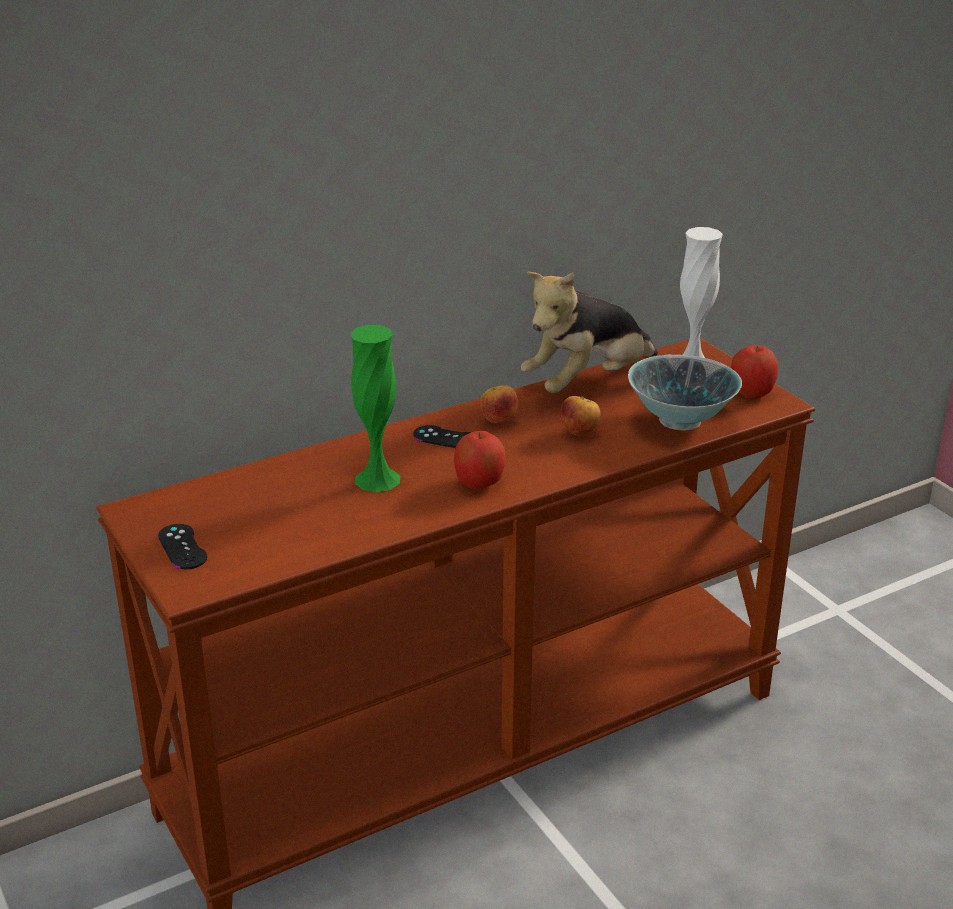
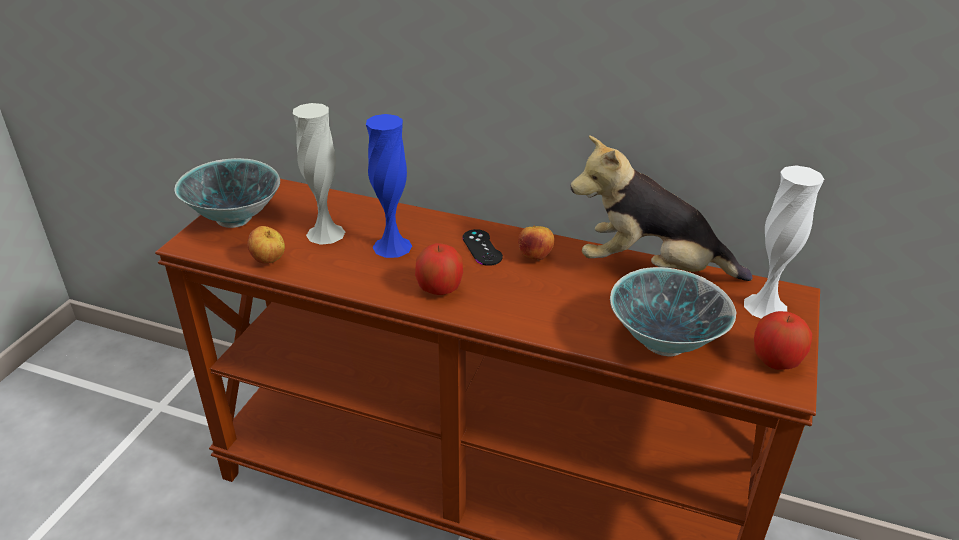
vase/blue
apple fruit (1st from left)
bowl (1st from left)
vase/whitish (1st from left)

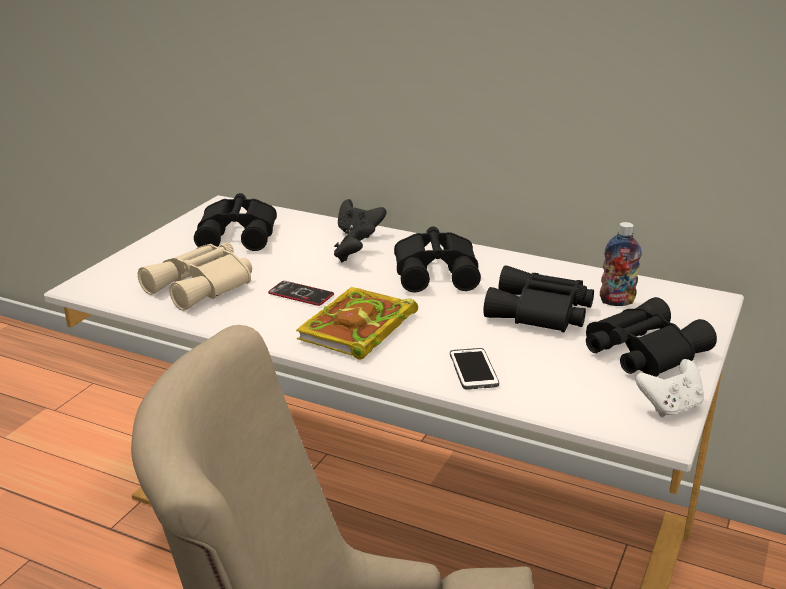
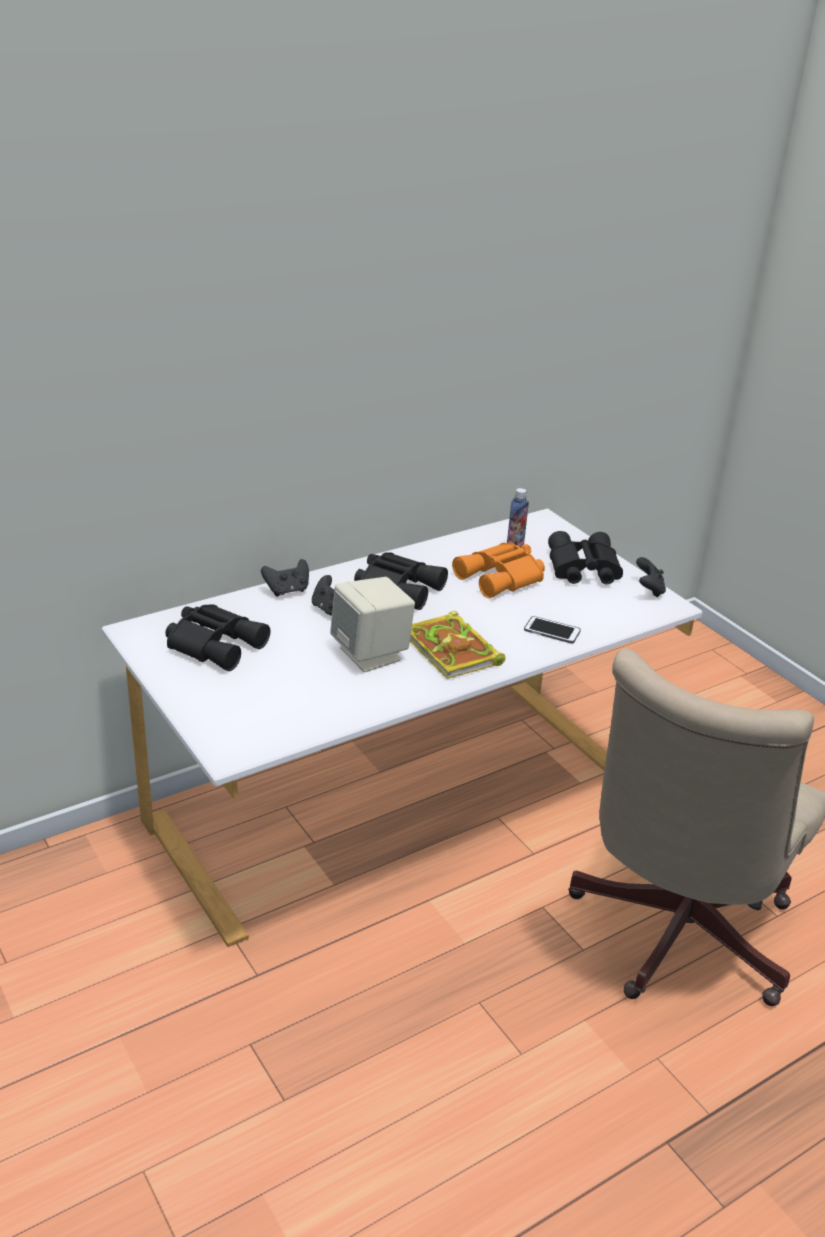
pair of binoculars/sand-coloured
pair of binoculars/orangey
audio speaker/sand-coloured
joypad/black (3rd from left)

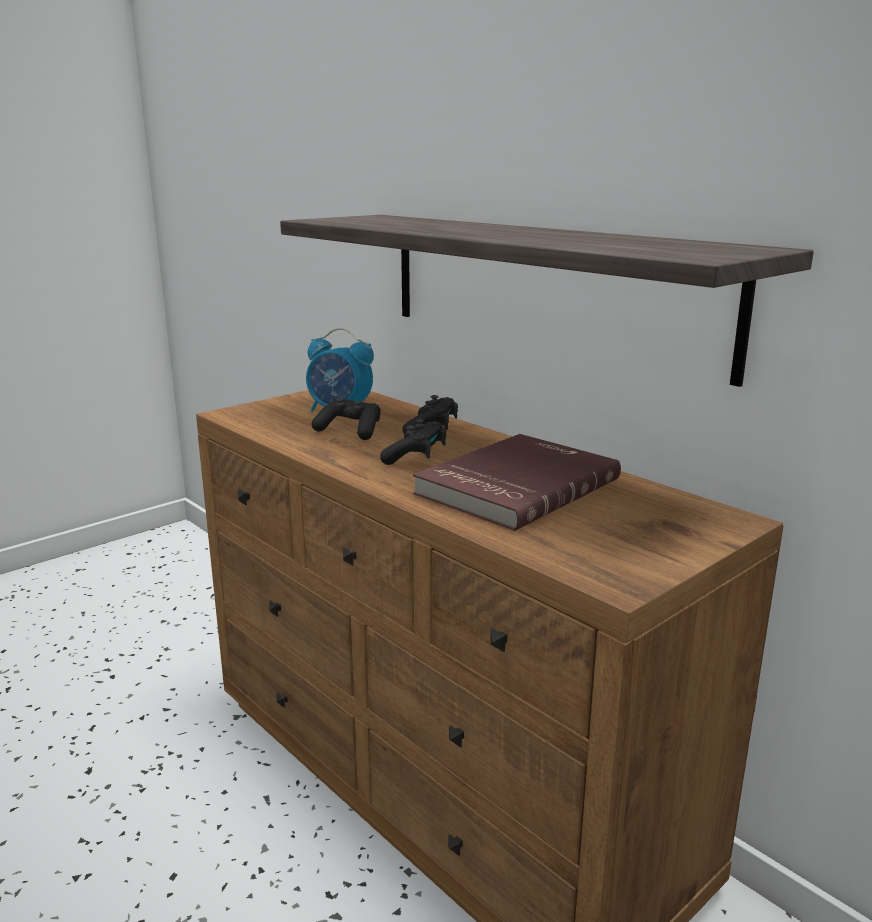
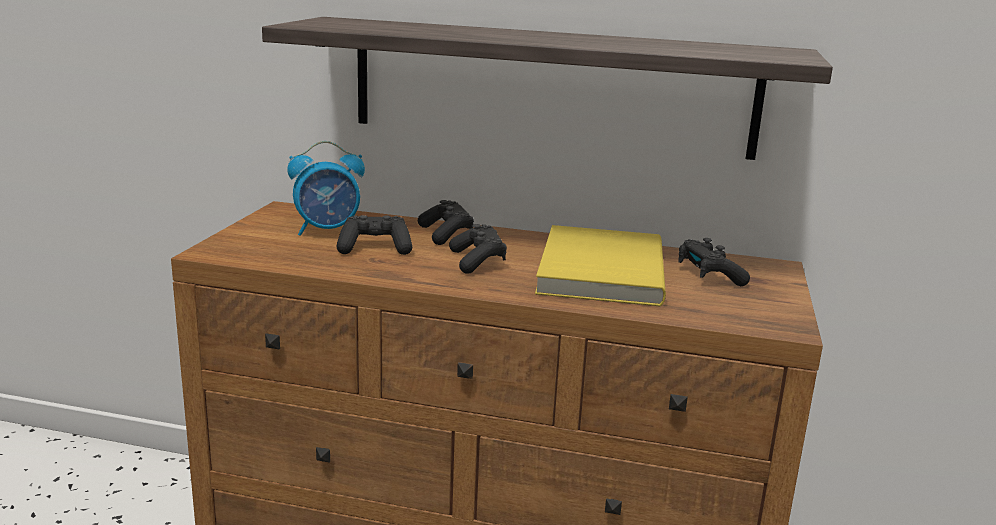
bound book/yellowish
joypad/black (4th from left)

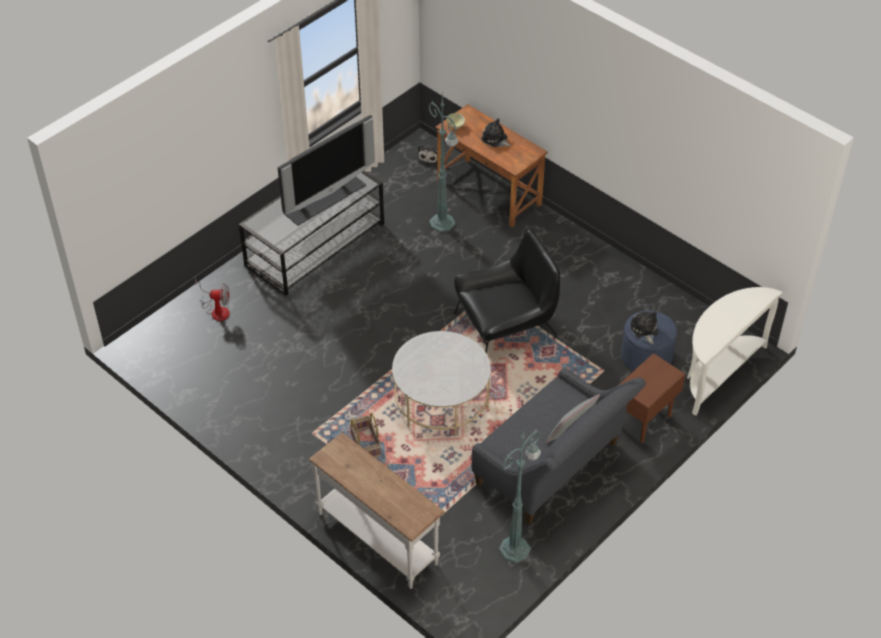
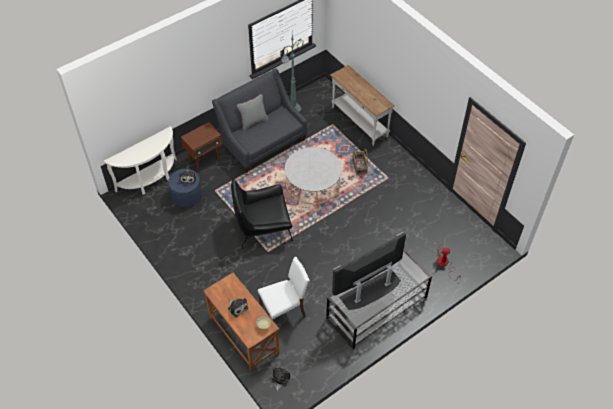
chair/whitish

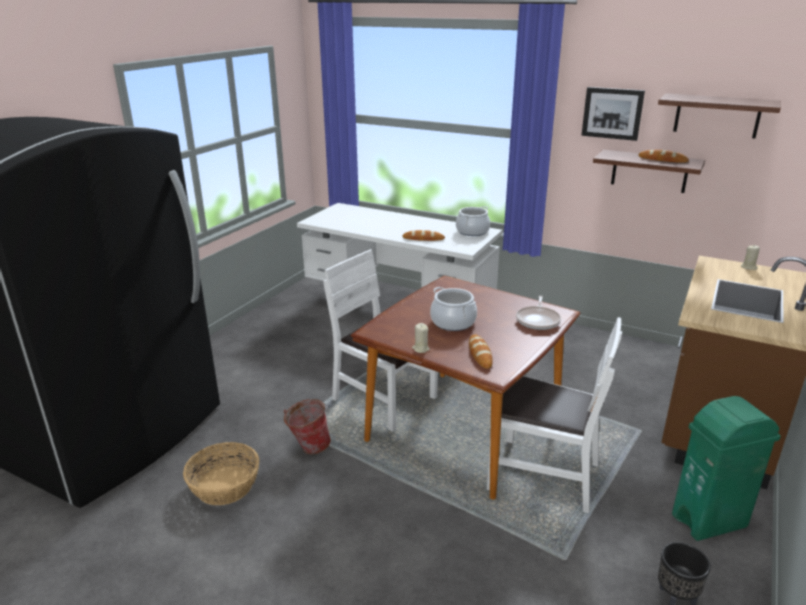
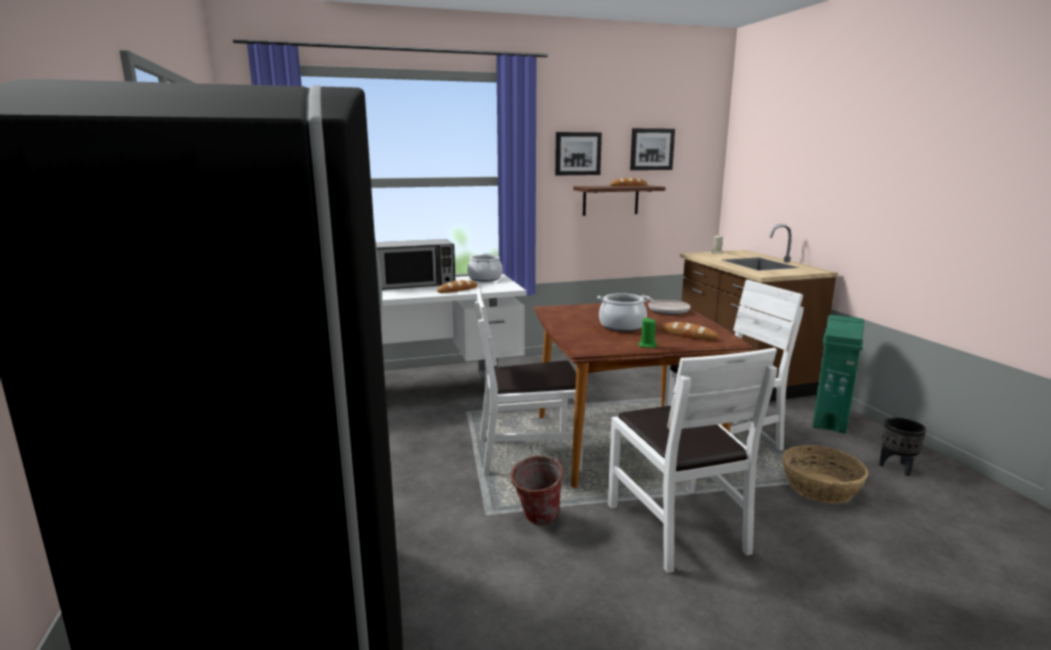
wall picture (2nd from left)
candle/greenish
household basket
kitchen microwave
chair/whitish (2nd from left)

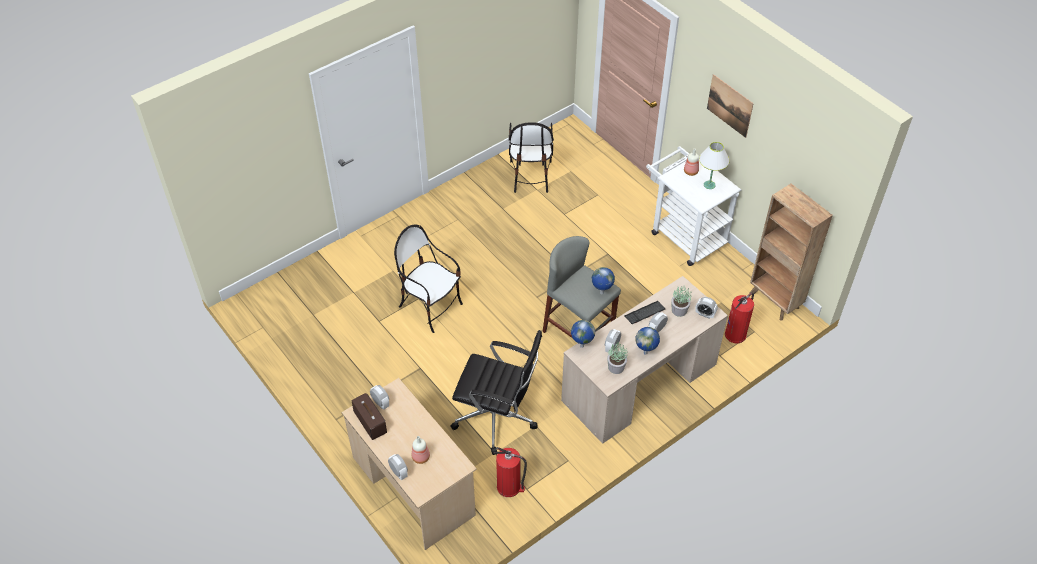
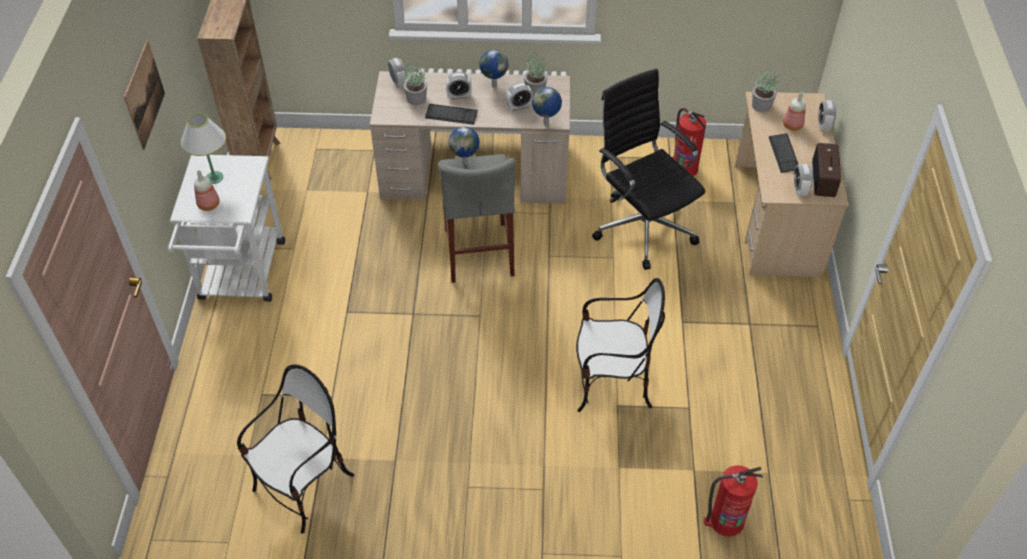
chair (2nd from left)
extinguisher (2nd from left)
plant in a pot (3rd from left)
PC keyboard (2nd from left)

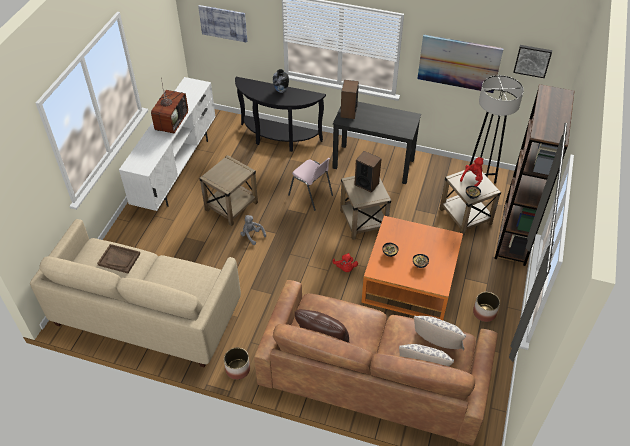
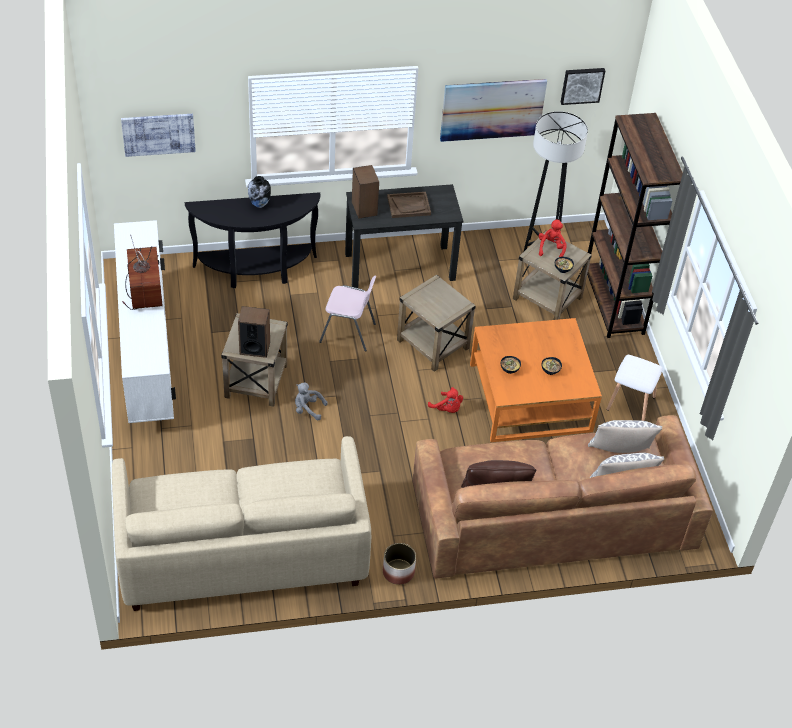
audio speaker (1st from left)
serving tray/brown
sitting stool/whitish

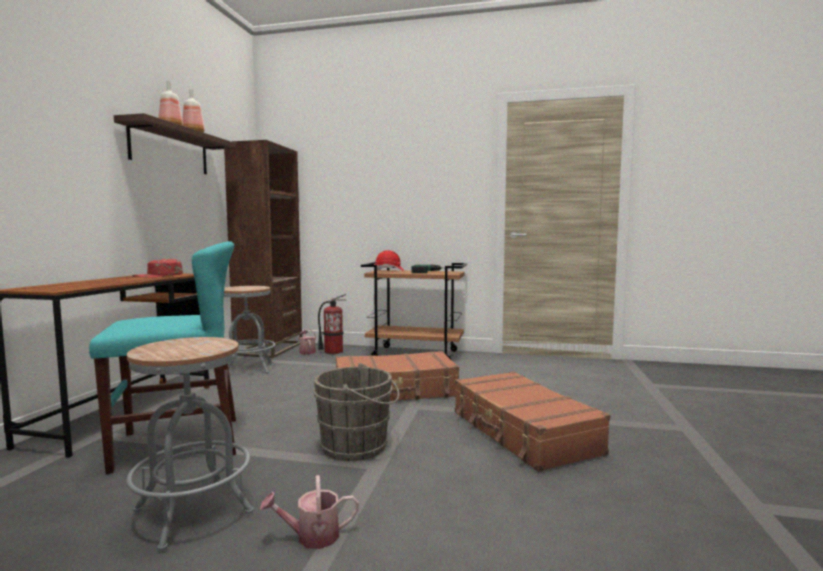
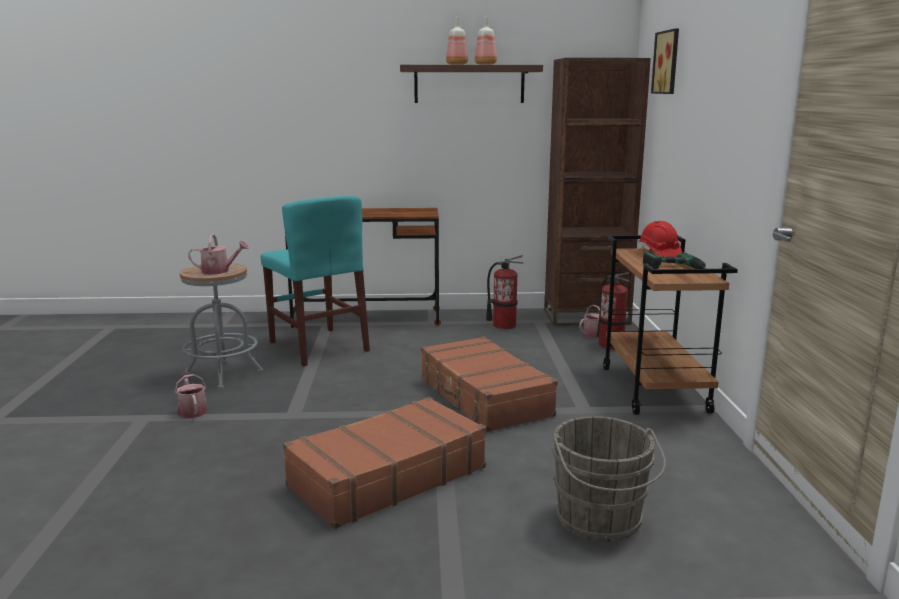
cap/red-coloured
extinguisher (1st from left)
bucket/greyish
wall picture
watering can (2nd from left)

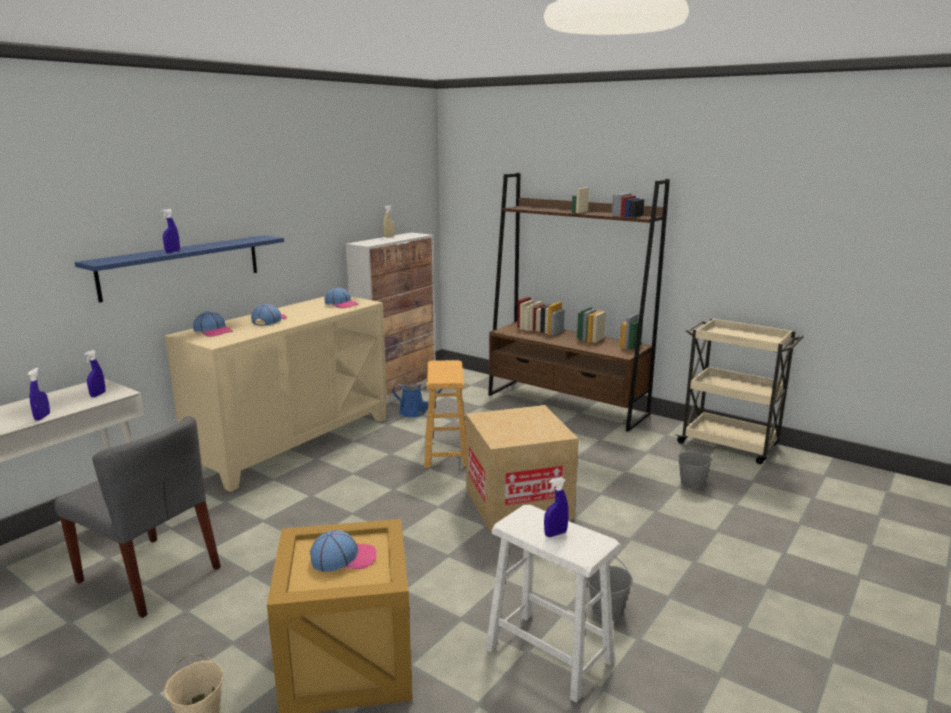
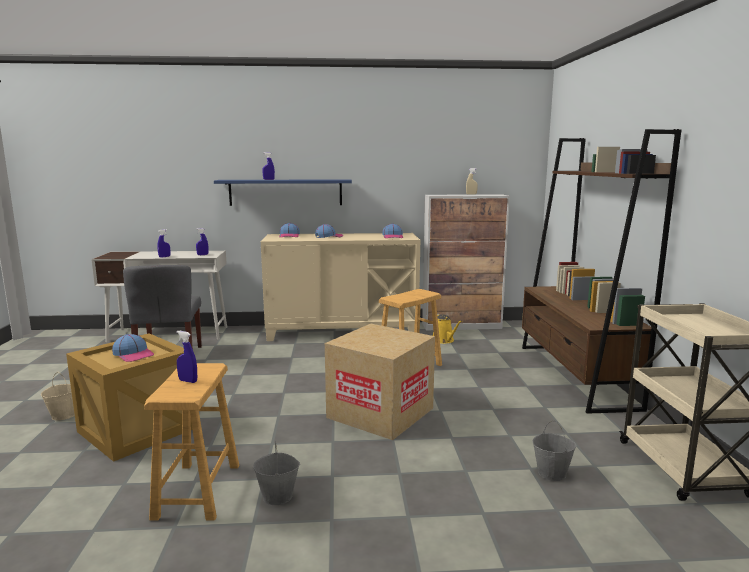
watering can/yellowish
sitting stool/brown (1st from left)

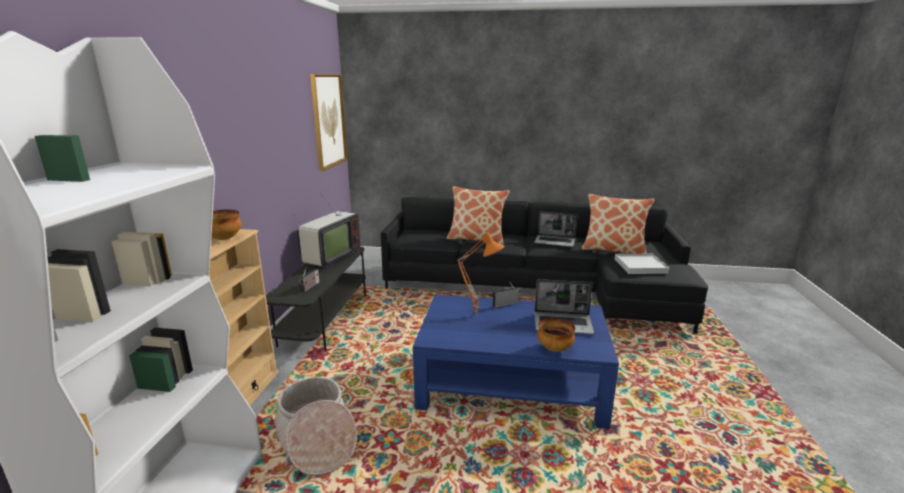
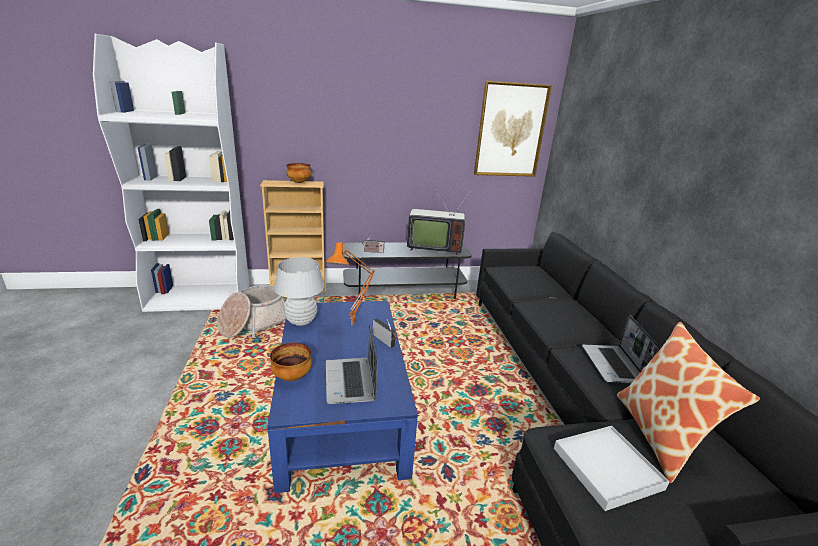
throw pillow (1st from left in the first image)
tabletop lamp/whitish

